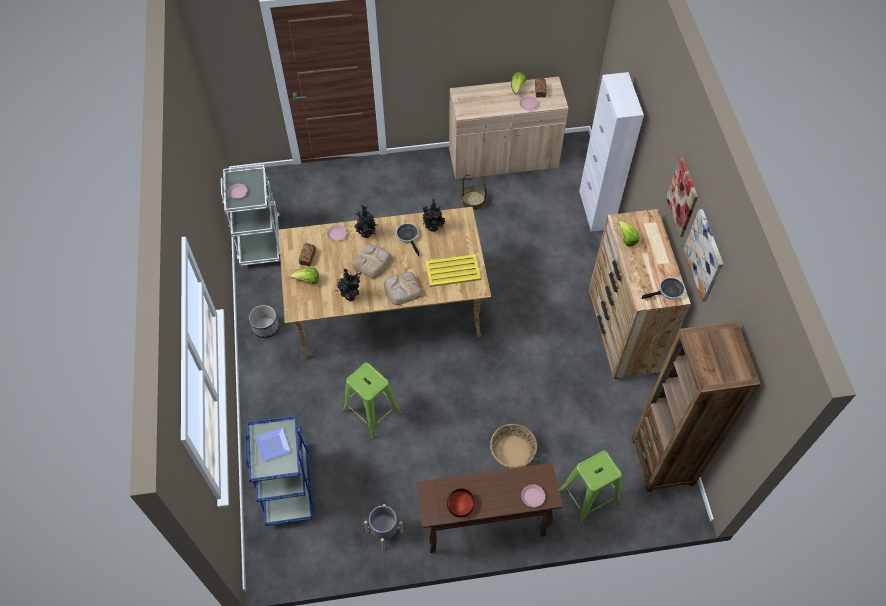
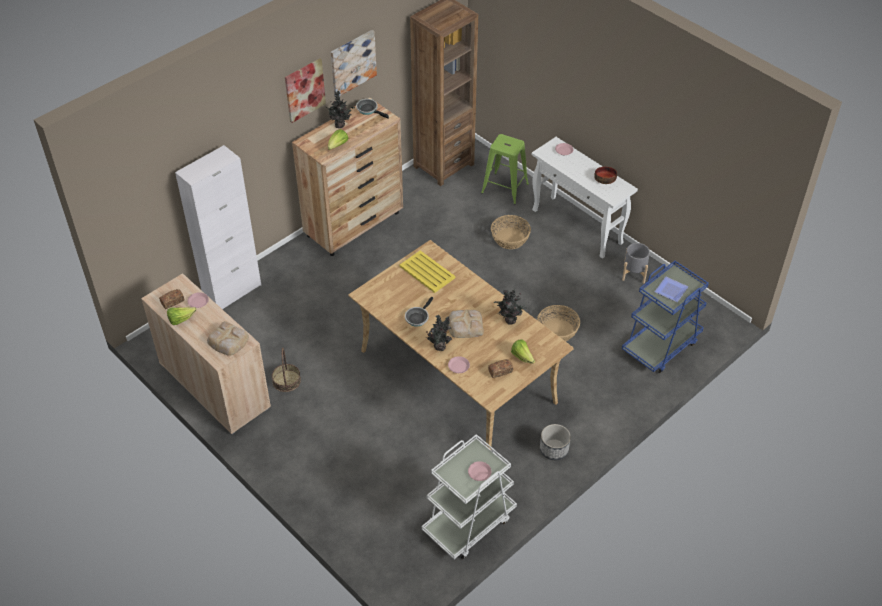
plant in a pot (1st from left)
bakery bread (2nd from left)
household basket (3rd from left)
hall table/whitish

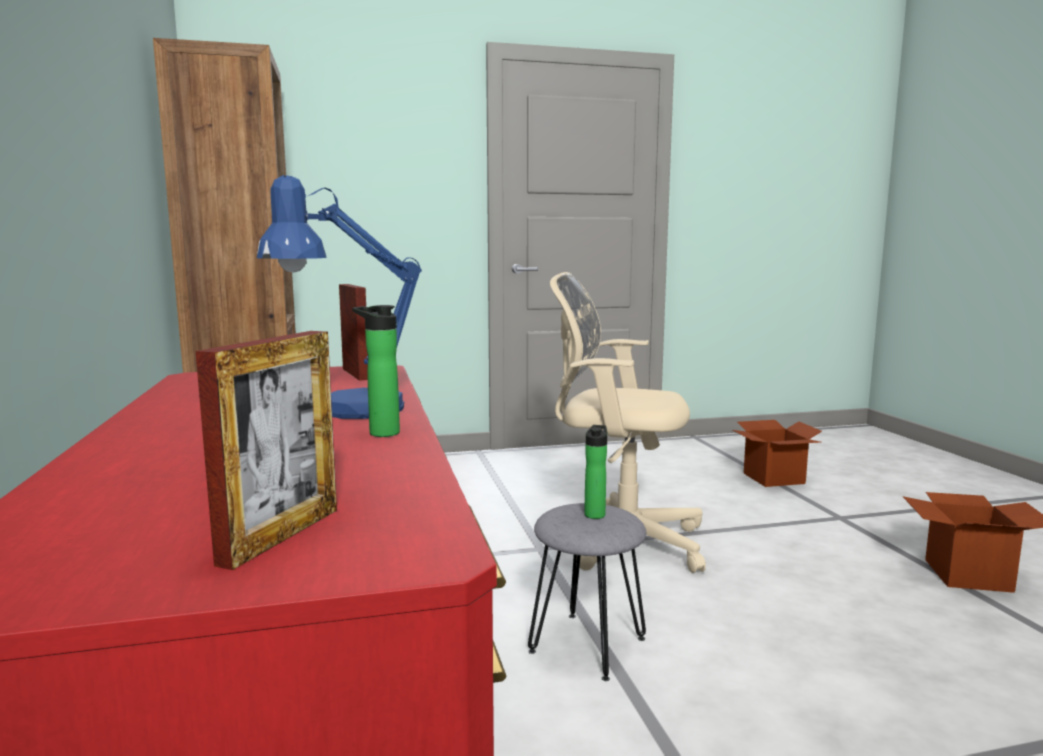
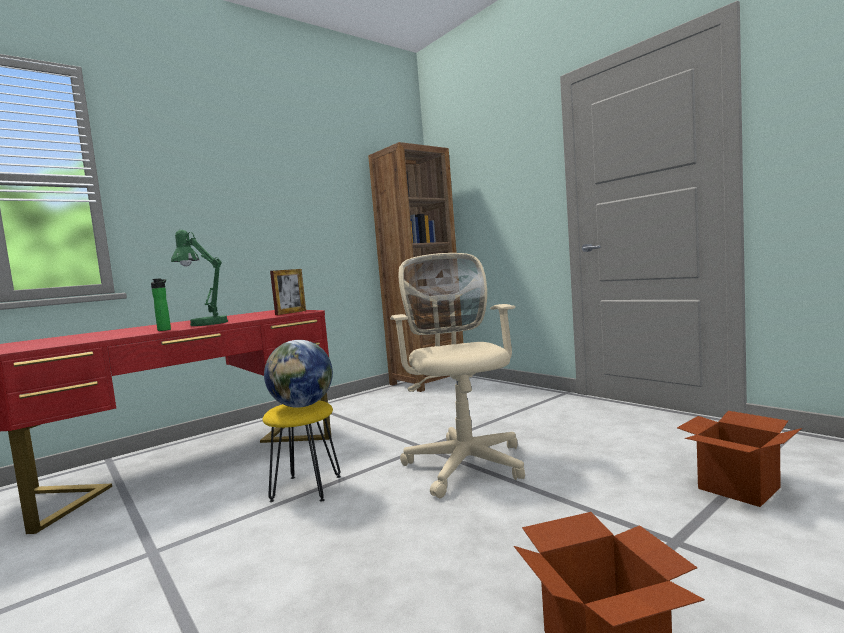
tabletop lamp/greenish
standing frame (1st from left in the first image)
world globe
sitting stool/yellowish

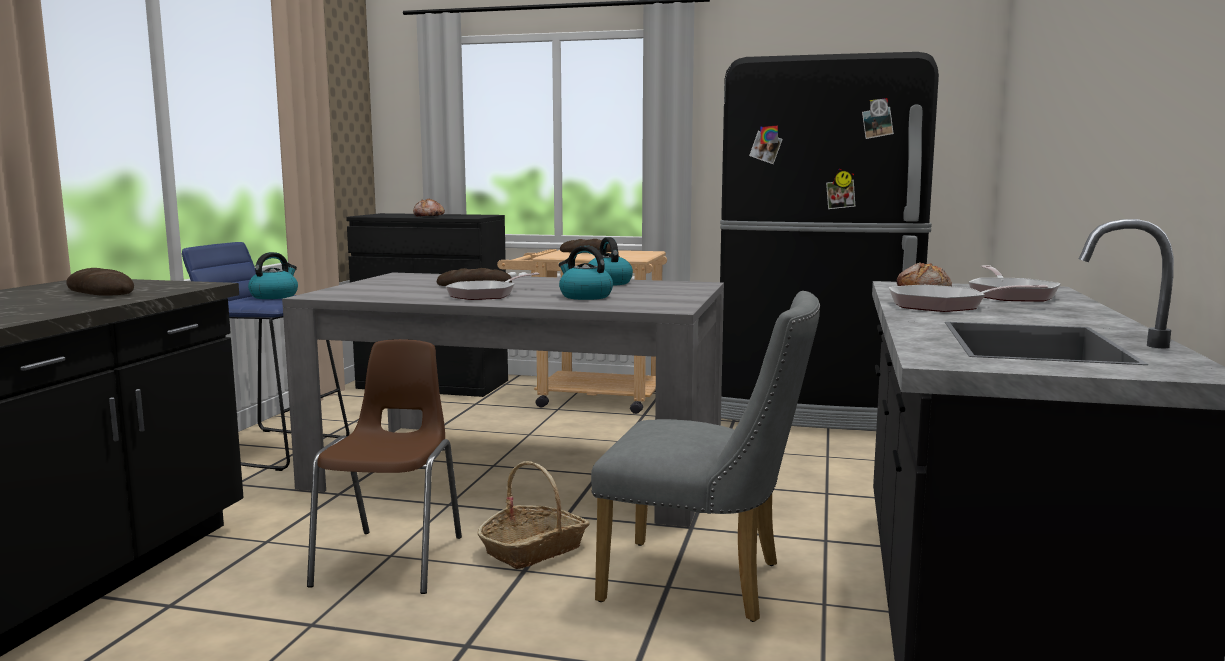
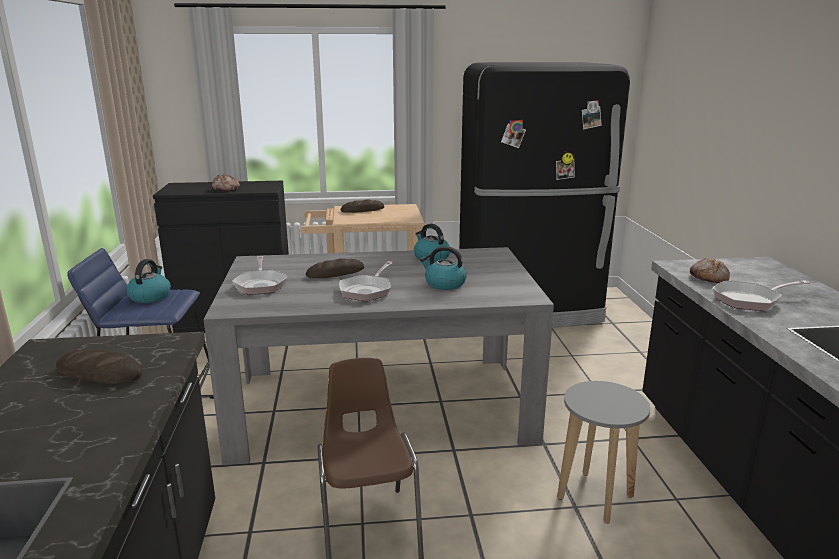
frying pan (1st from left)
sitting stool/greyish
household basket

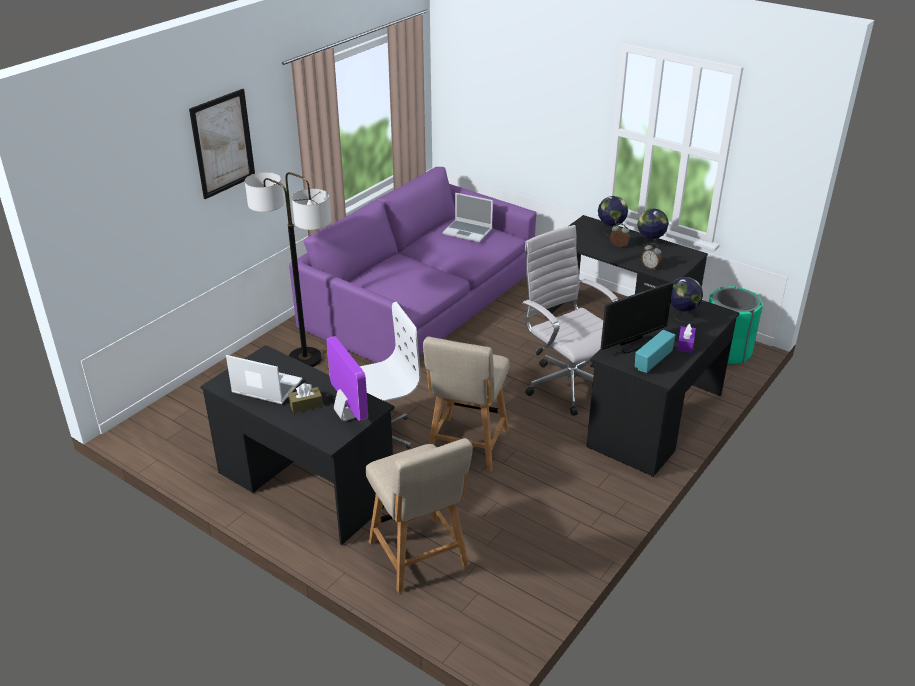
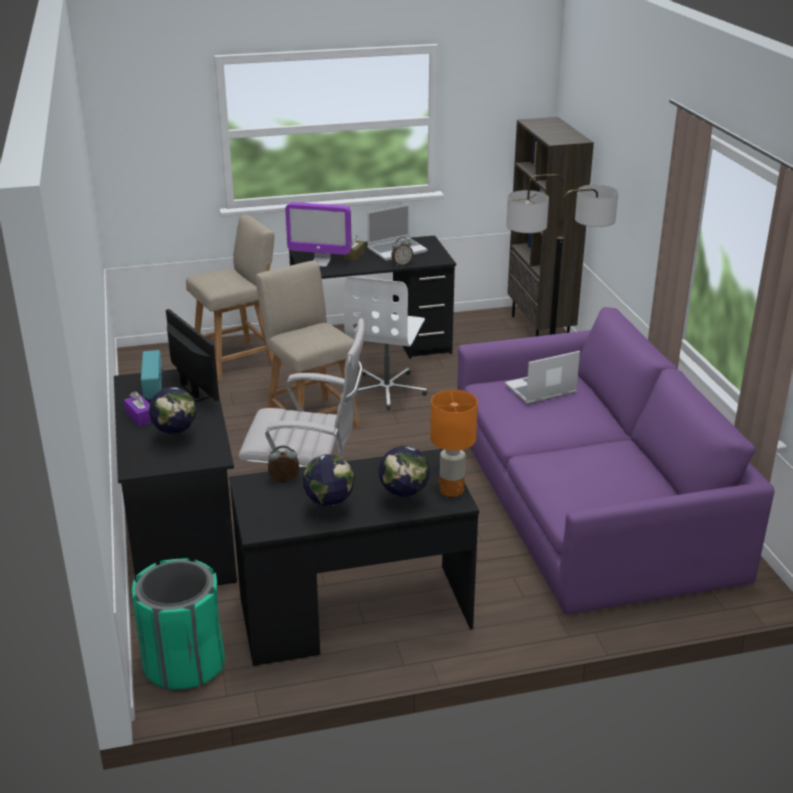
wall picture
laptop (2nd from left)
table clock (2nd from left)
computer display (1st from left)
chair/sand-coloured (1st from left)
bookshelf/brown
tabletop lamp/orangey

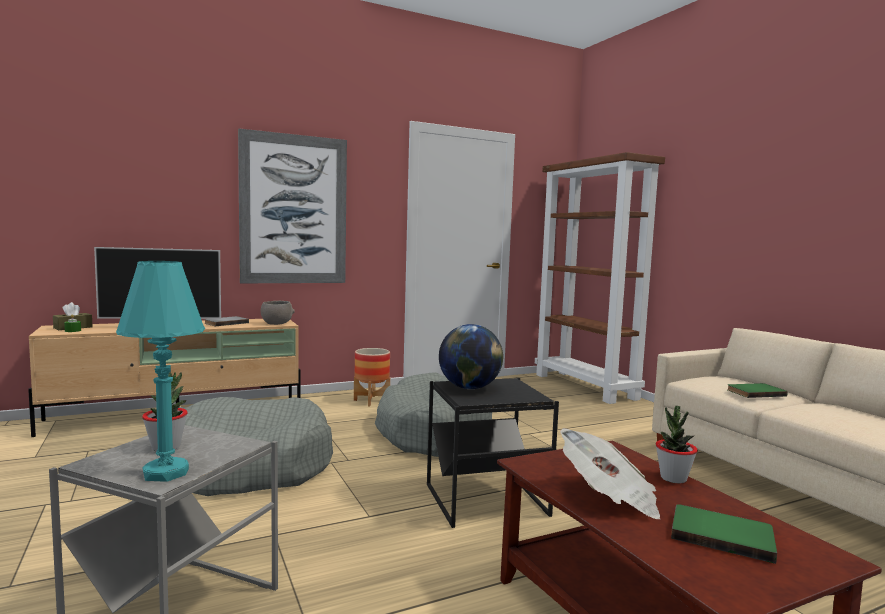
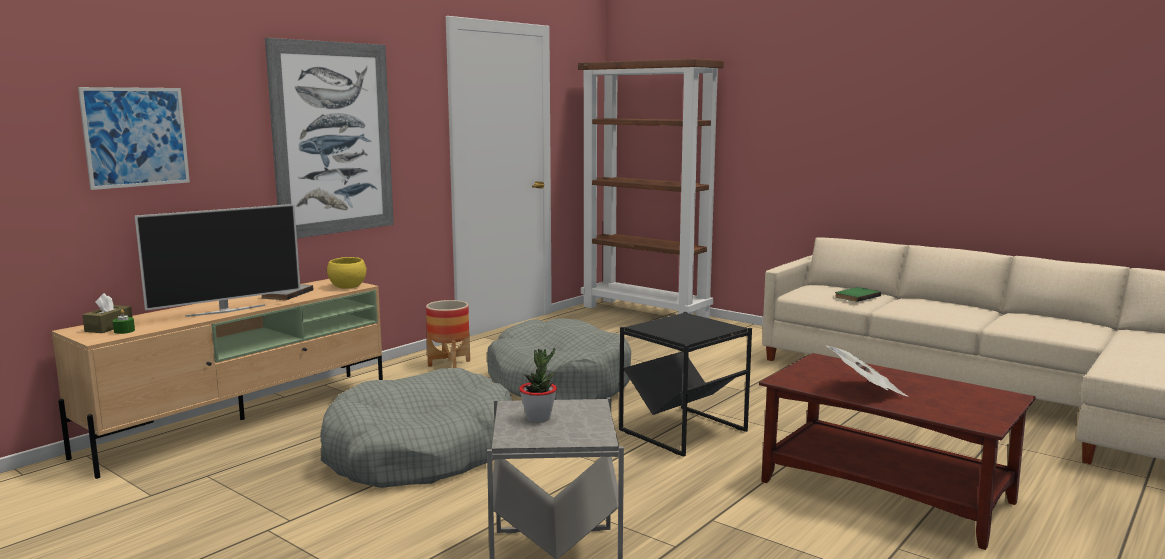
tabletop lamp/turquoise
bowl/yellowish
world globe
plant in a pot (2nd from left in the first image)
bound book/greenish (1st from left in the first image)
wall picture (1st from left)

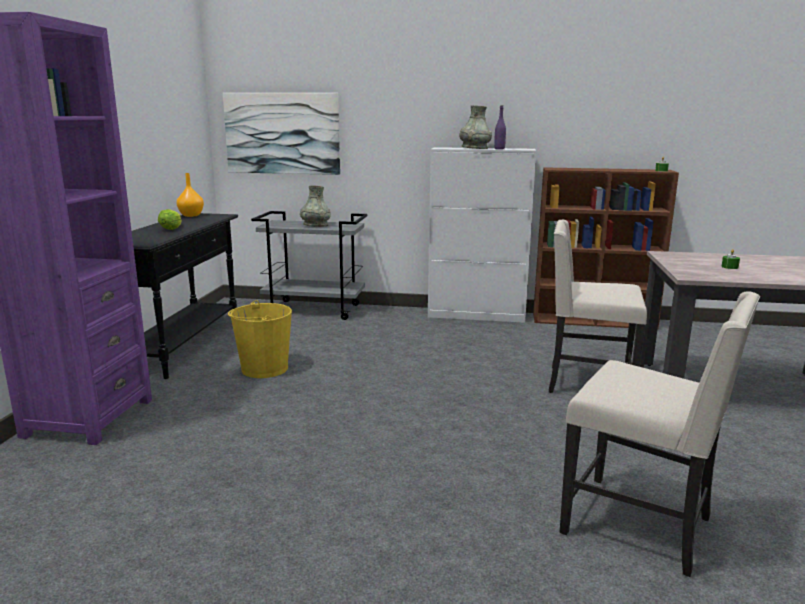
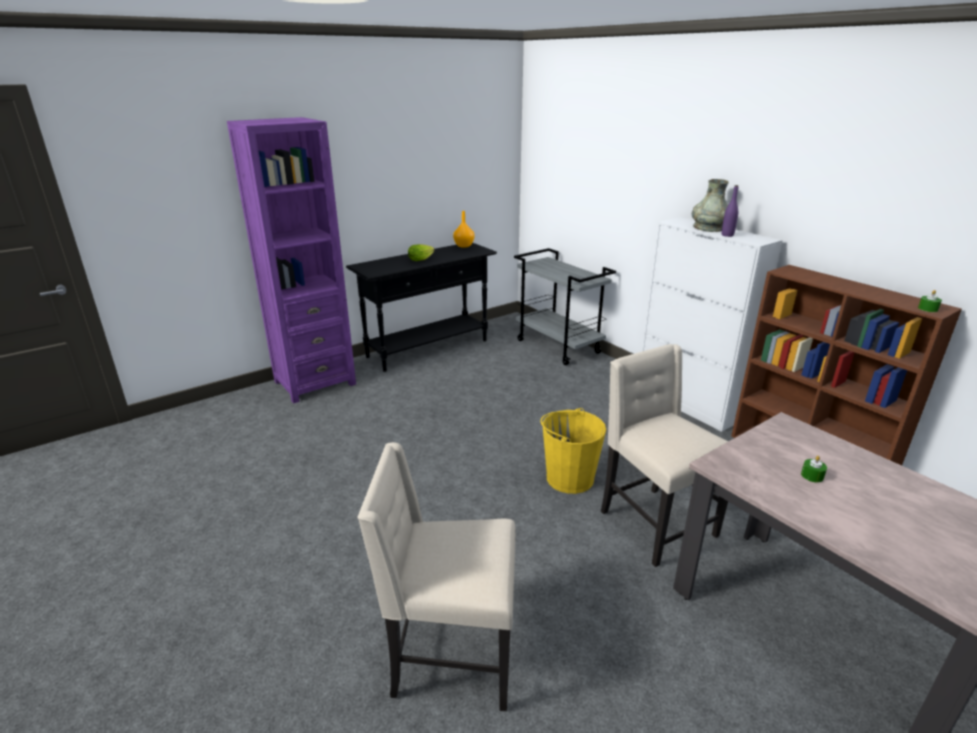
wall picture
vase/greyish (1st from left in the first image)
chair/sand-coloured (1st from left)
bucket/yellowish

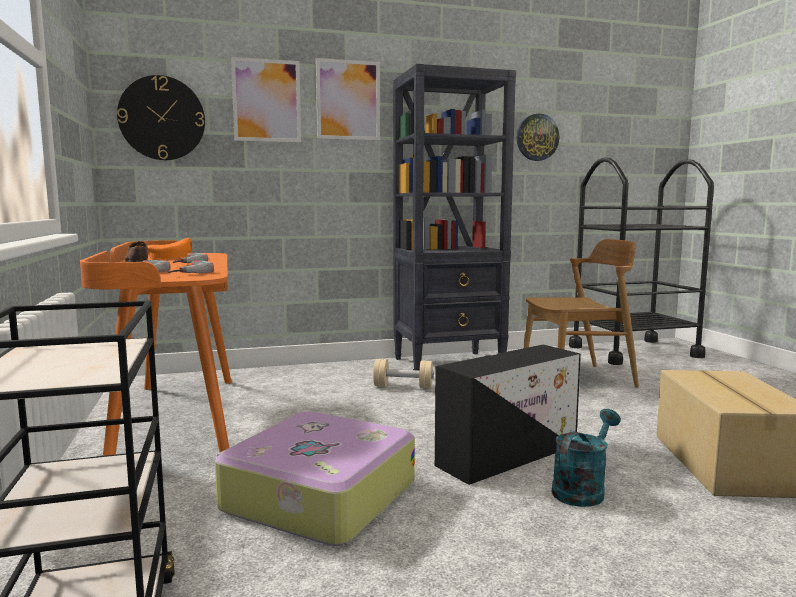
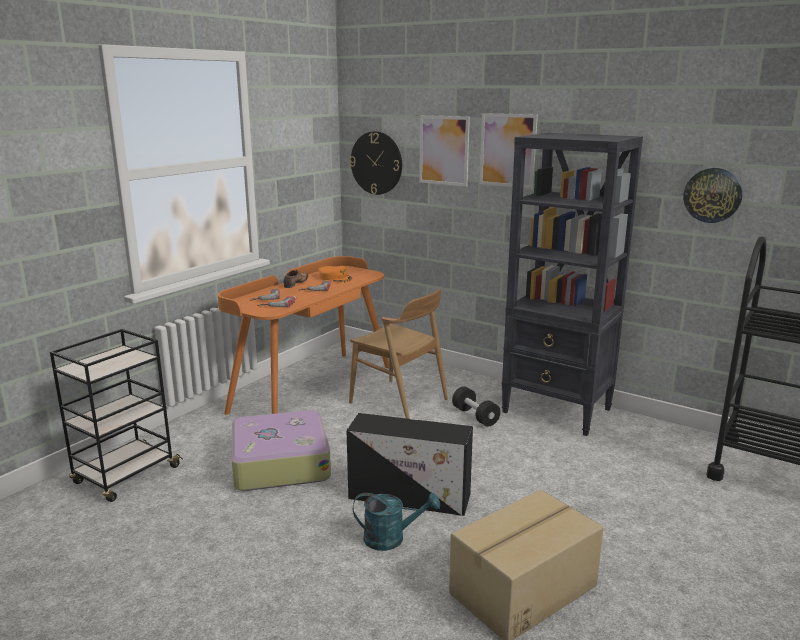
chair/brown
dumbbell/black

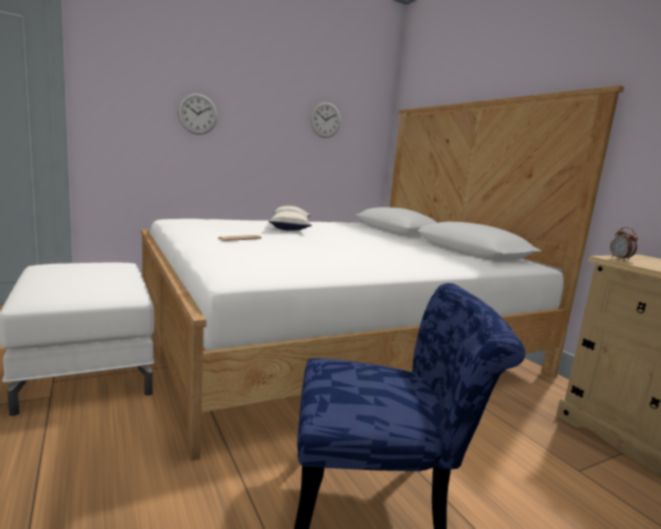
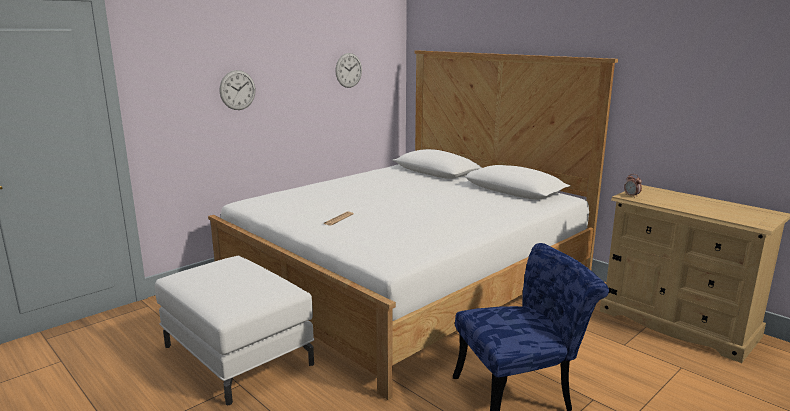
throw pillow

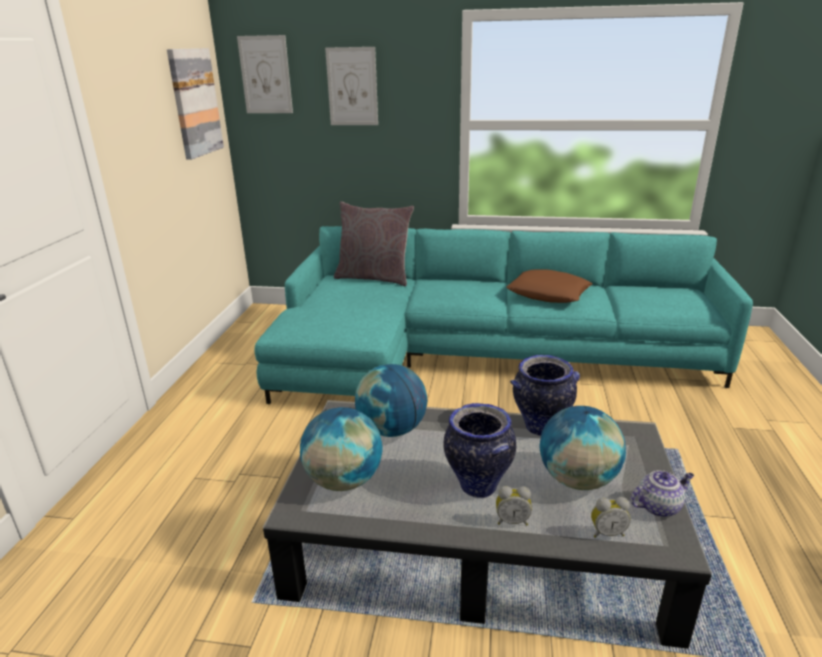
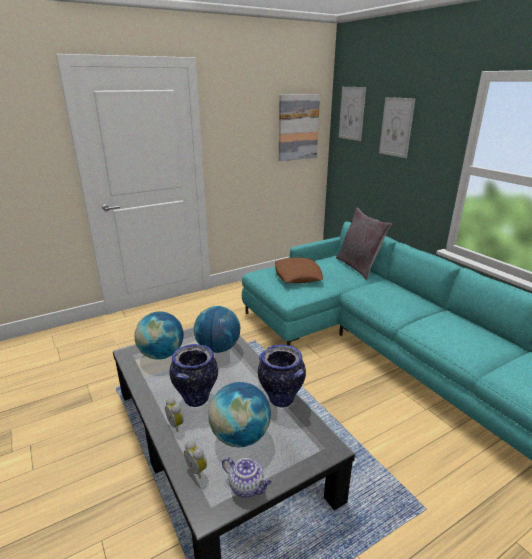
throw pillow/brown

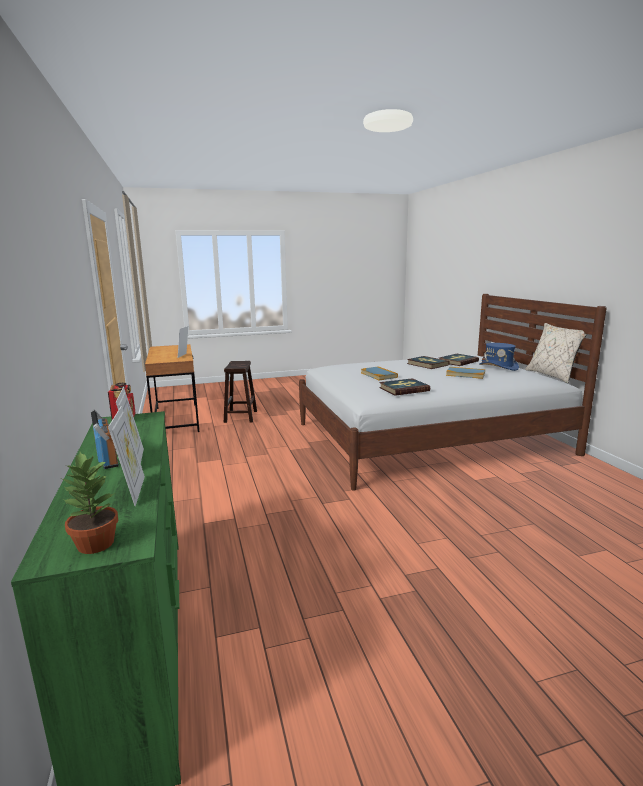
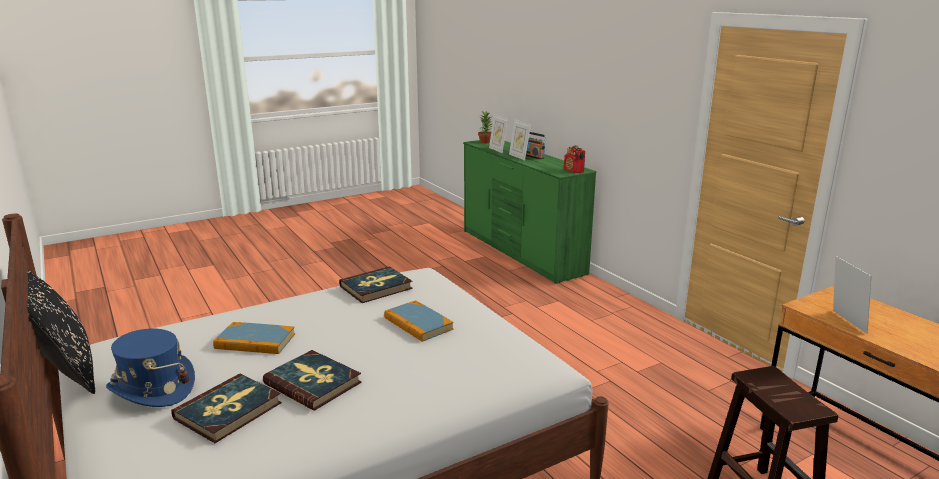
throw pillow/black

